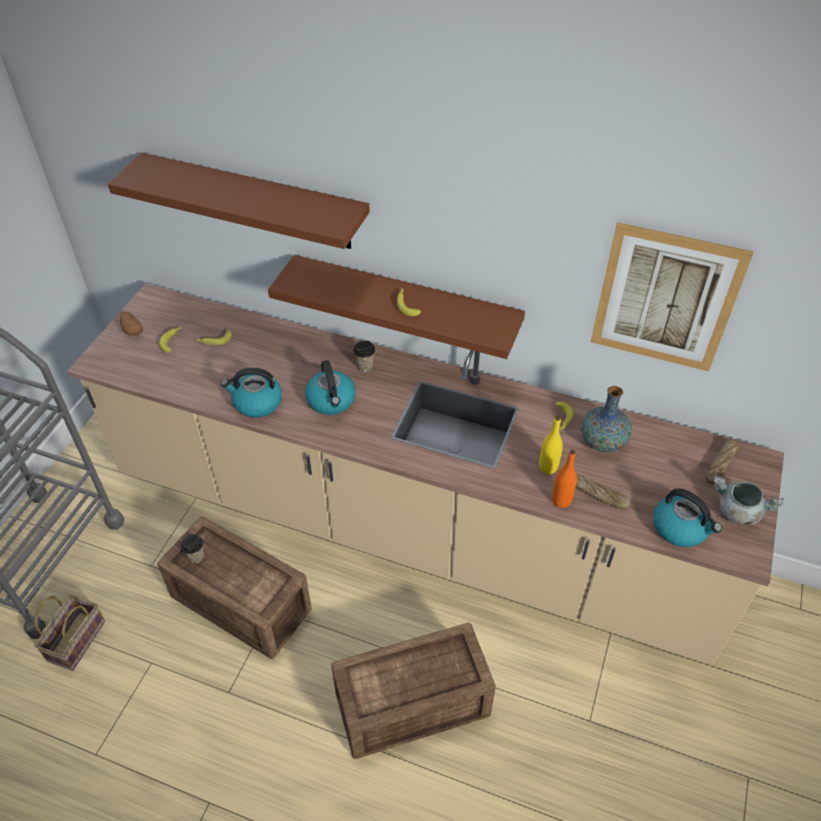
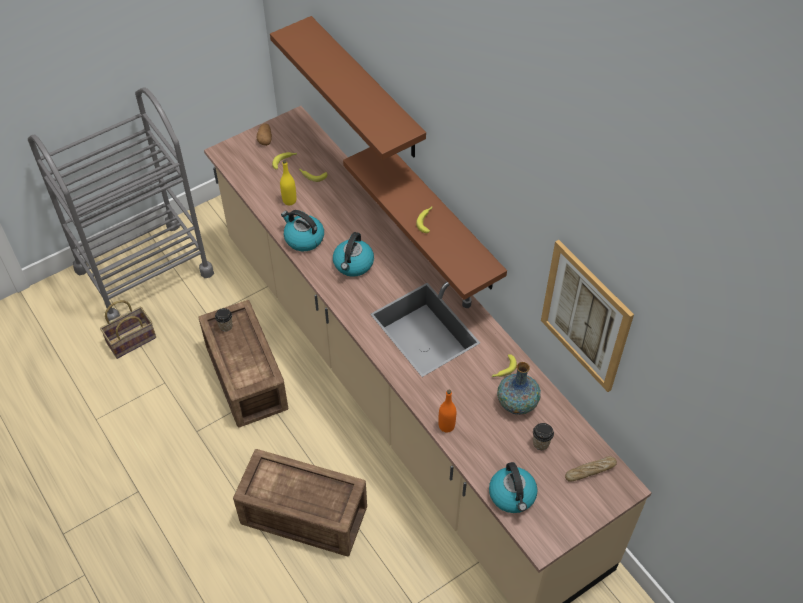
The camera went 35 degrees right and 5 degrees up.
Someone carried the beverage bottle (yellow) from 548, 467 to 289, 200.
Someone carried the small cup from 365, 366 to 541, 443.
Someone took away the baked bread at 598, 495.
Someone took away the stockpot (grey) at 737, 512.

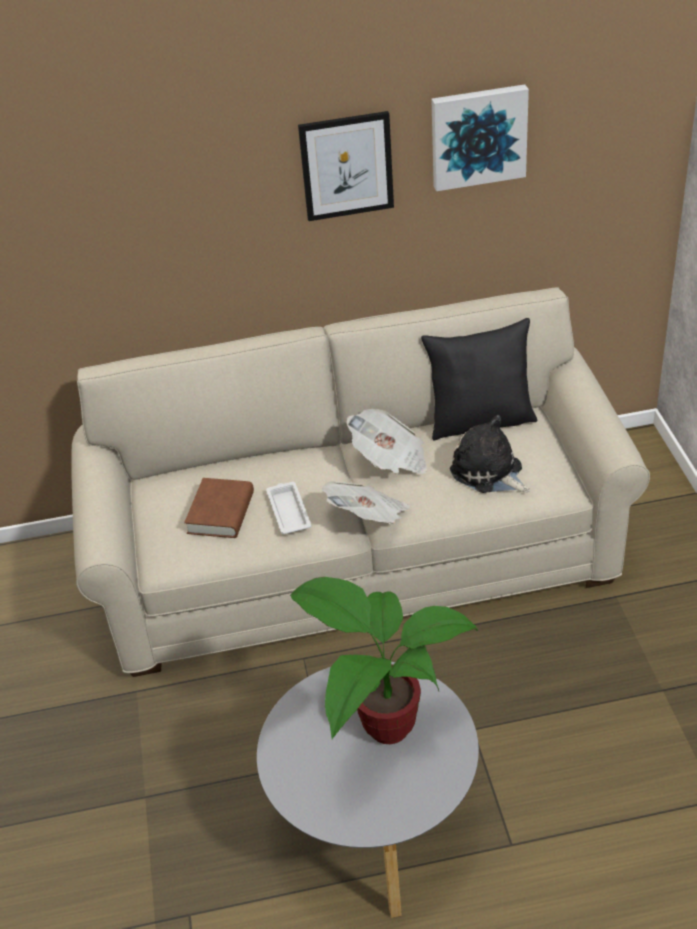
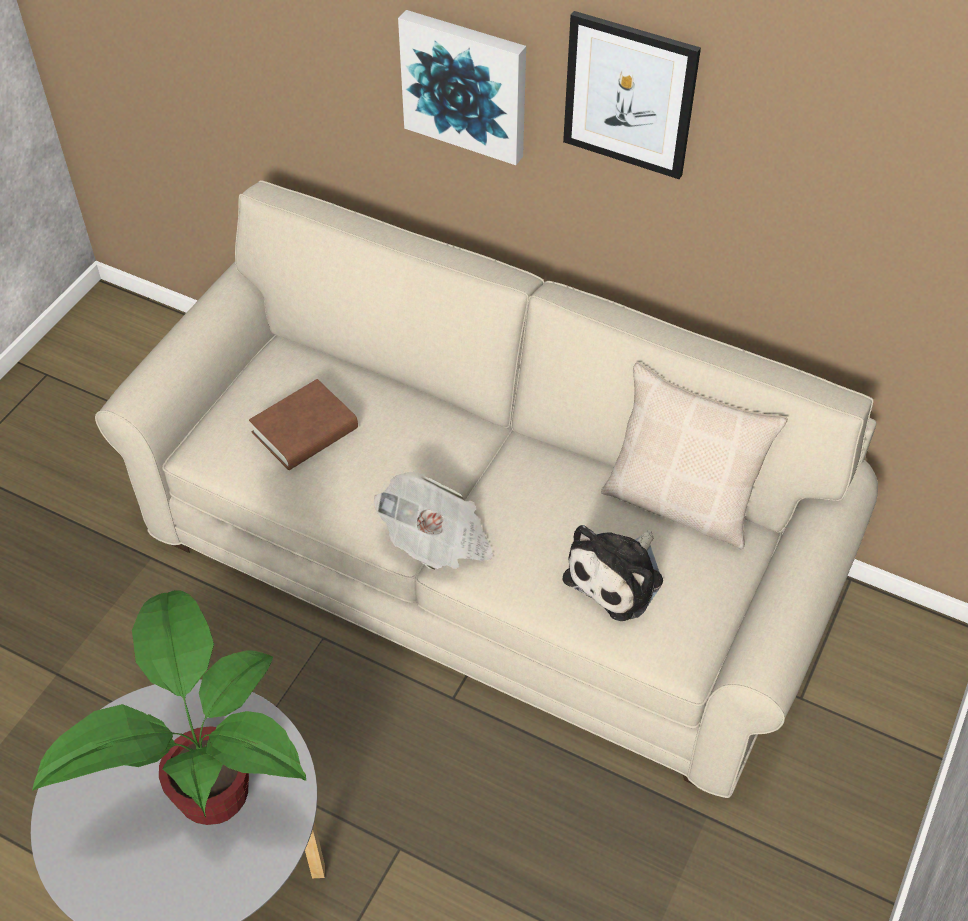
The camera went 35 degrees right and 10 degrees up.
Someone carried the wall picture from 478, 136 to 466, 84.
Someone rotated the plush toy at 489, 472 by 135 degrees counterclockwise.
Someone repainted the pillow (black-coloured) at 480, 420, which became the pillow (beige) at 680, 503.
Someone took away the serving tray (whitish) at 288, 511.
Someone took away the printed paper at 390, 459.

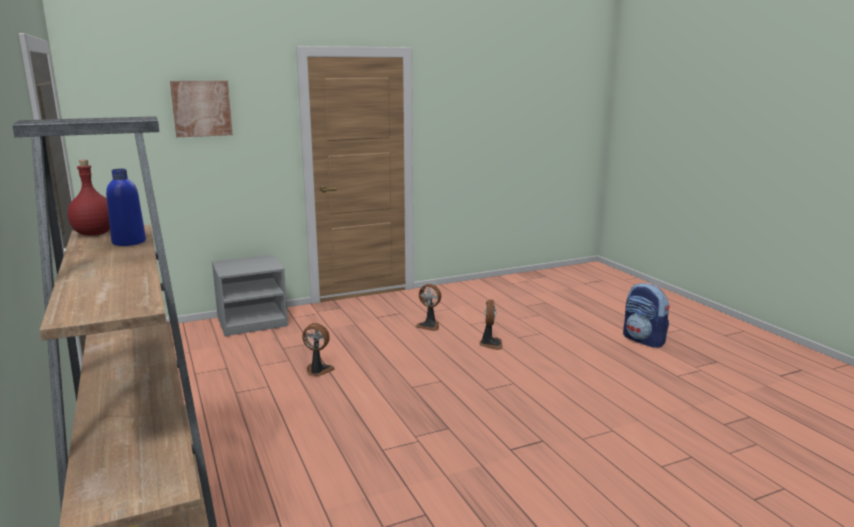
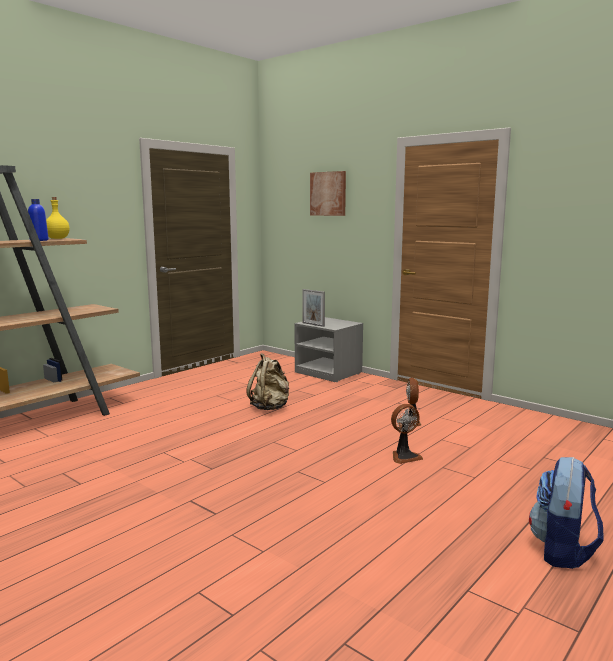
The camera went 65 degrees right and 5 degrees down.
Someone repainted the beverage bottle (red) at 95, 234, which became the beverage bottle (yellow) at 57, 238.
Someone swapped the cooling fan at 318, 371 for the knapsack (beige) at 270, 407.
Someone put down the photo frame at 313, 324.

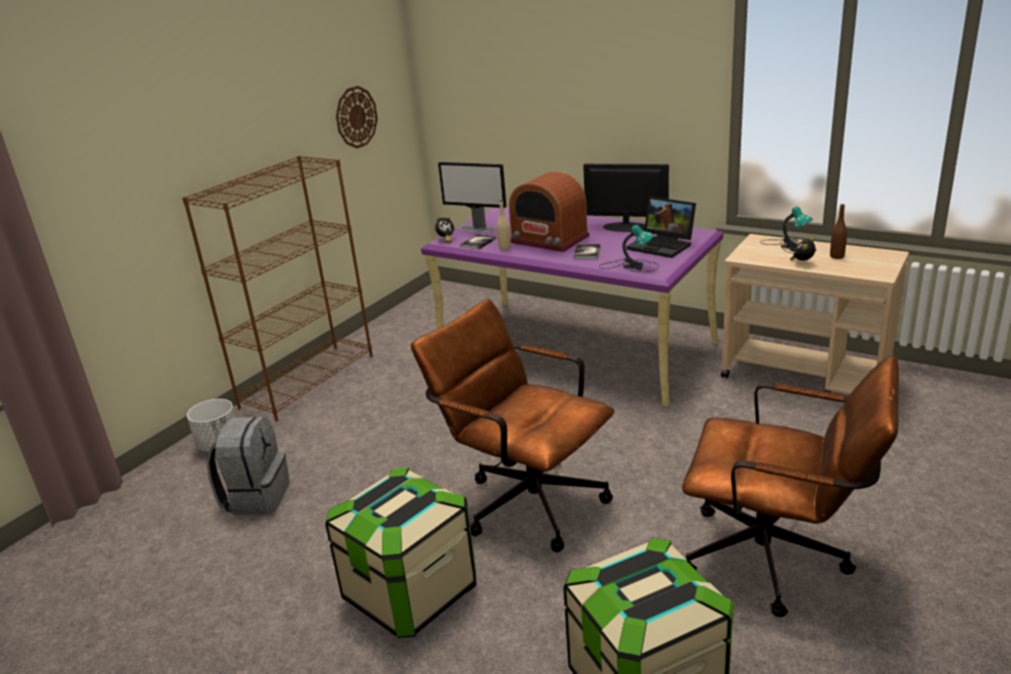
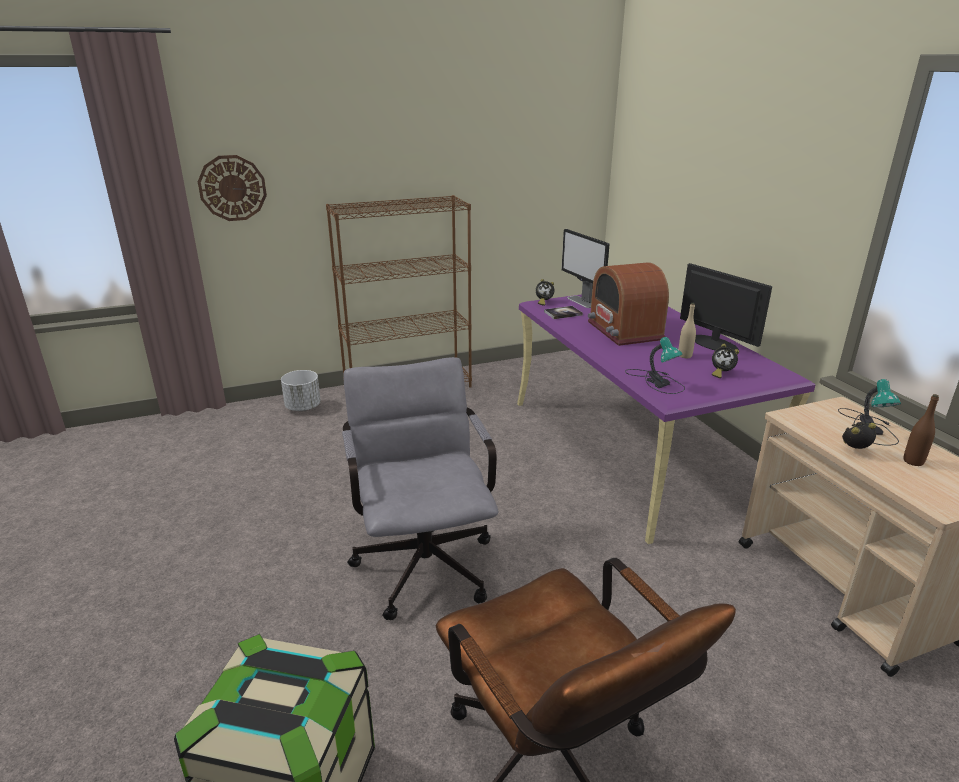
The camera went 35 degrees right and 0 degrees up.
Someone carried the clock on the wall from 356, 117 to 232, 188.
Someone repainted the computer chair (brownish) at 524, 499, which became the computer chair (grey) at 423, 559.
Someone carried the beverage bottle (beige) from 504, 248 to 684, 356.
Someone swapped the portable computer at 663, 245 for the bedside clock at 721, 373.
Someone took away the knapsack (grey) at 256, 497.
Someone took away the storage container at 410, 593.
Someone took away the bound book at 587, 252.

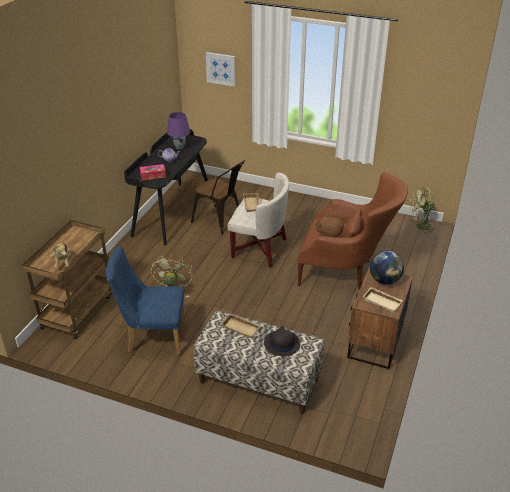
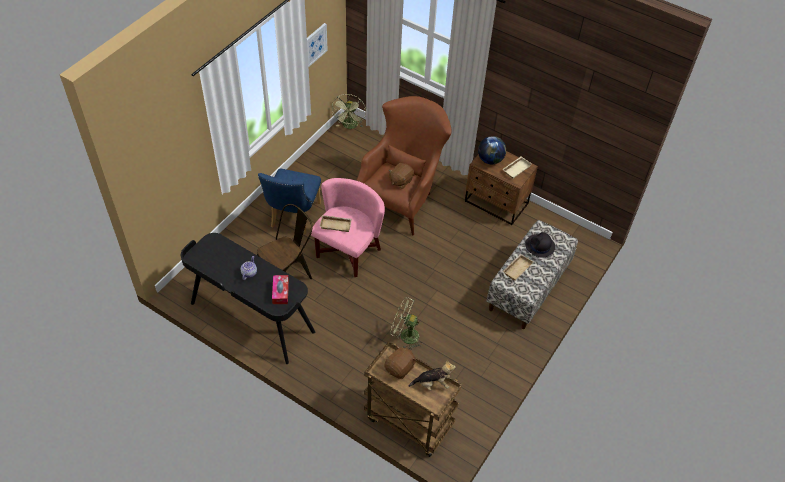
The camera went 80 degrees left and 15 degrees up.
Someone carried the plain chair (blue) from 152, 337 to 293, 218.
Someone carried the wall picture from 221, 69 to 315, 45.
Someone repainted the easy chair (whitish) at 259, 249, which became the easy chair (pink-coloured) at 348, 252.
Someone put down the plush toy (brownish) at 400, 368.
Someone took away the lamp for a table (purple) at 179, 147.

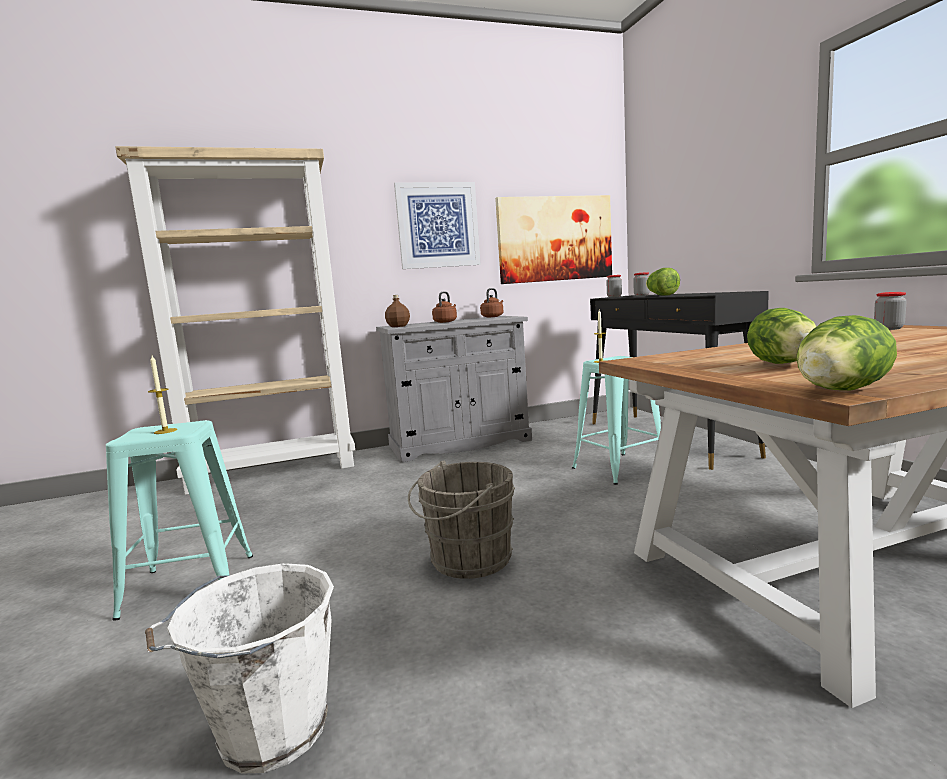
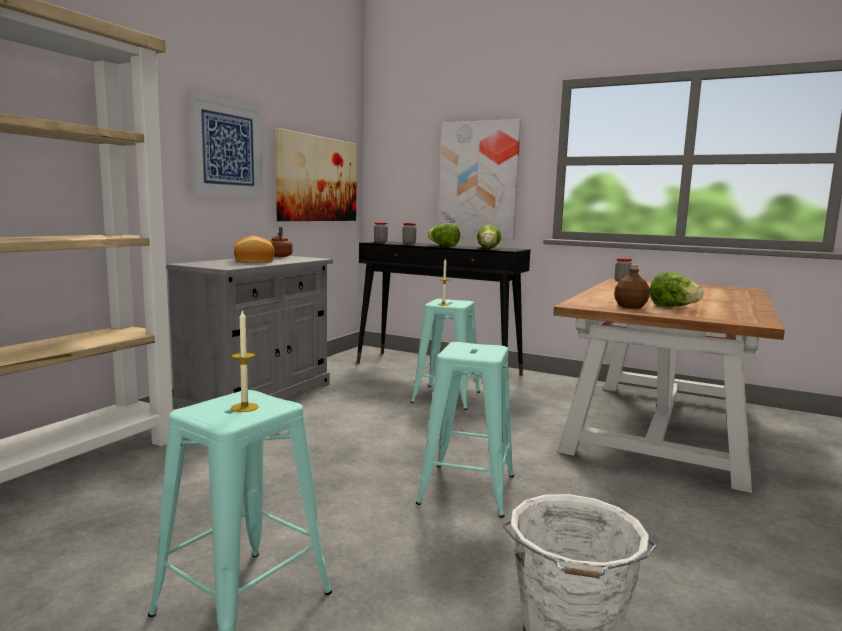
The camera went 45 degrees left and 0 degrees up.
Someone swapped the tea kettle (brownish) at 446, 322 for the baked bread at 253, 261.
Someone swapped the water bucket (grey) at 466, 560 for the stool seat (blue-green) at 467, 489.
Someone put up the wall picture at 478, 180.
Someone carried the head of lettuce from 839, 392 to 488, 248.
Someone carried the beverage bottle (brownish) from 398, 326 to 631, 307.

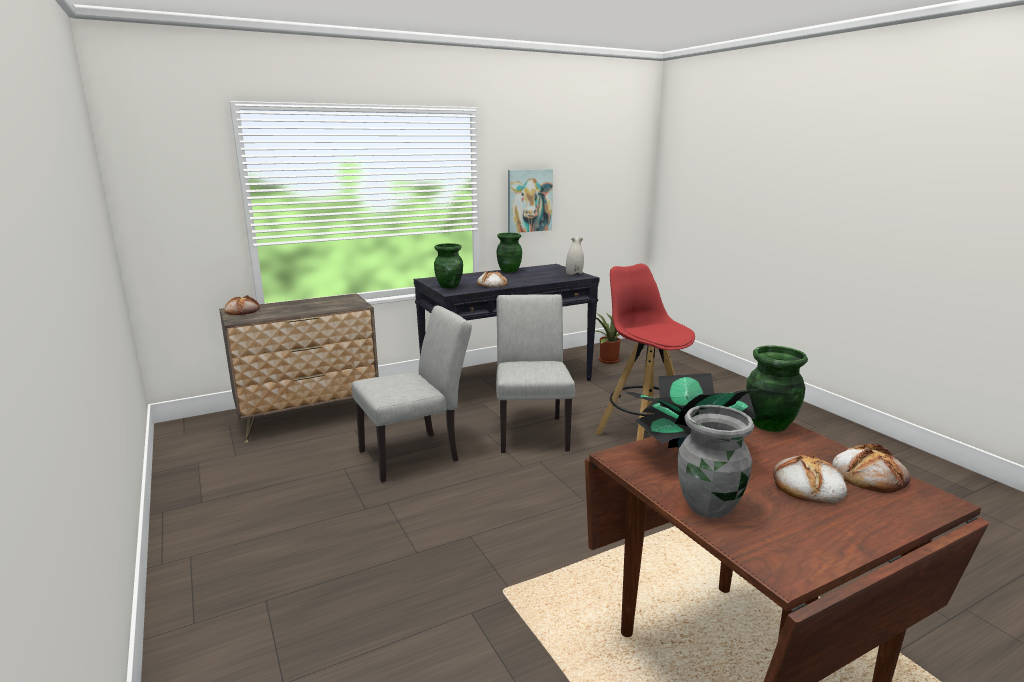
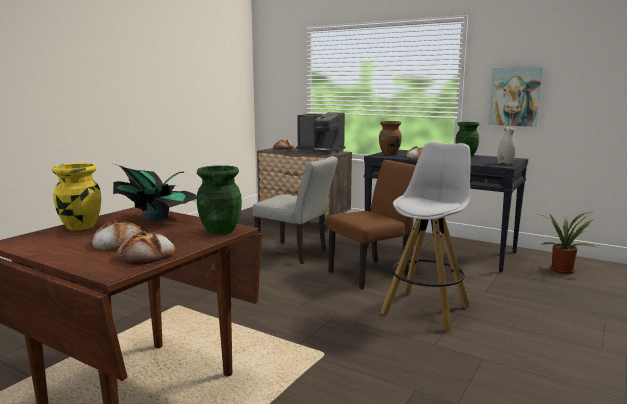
The camera went 60 degrees right and 5 degrees down.
Someone repainted the vase (grey) at 709, 507, which became the vase (yellow) at 80, 227.
Someone put down the coffee maker at 321, 151.
Someone repainted the plain chair (grey) at 532, 431, which became the plain chair (brownish) at 374, 273.
Someone repainted the vase (green-coloured) at 449, 286, which became the vase (brownish) at 389, 154.
Someone repainted the stool seat (red) at 642, 438, which became the stool seat (whitish) at 426, 310.

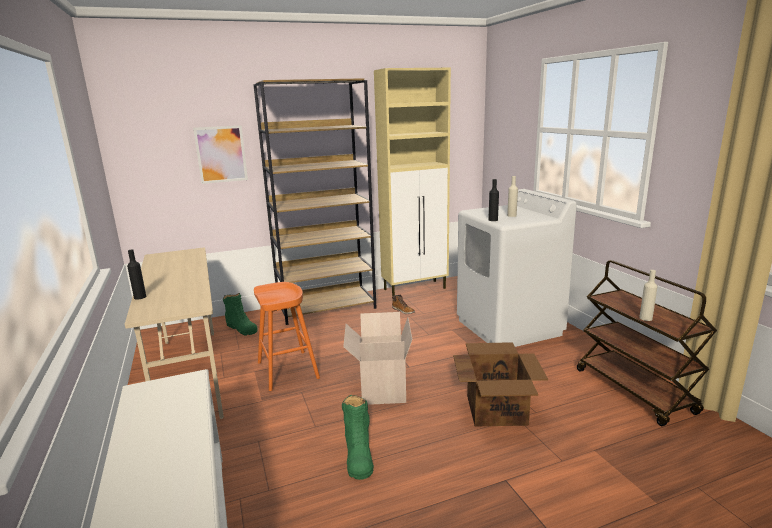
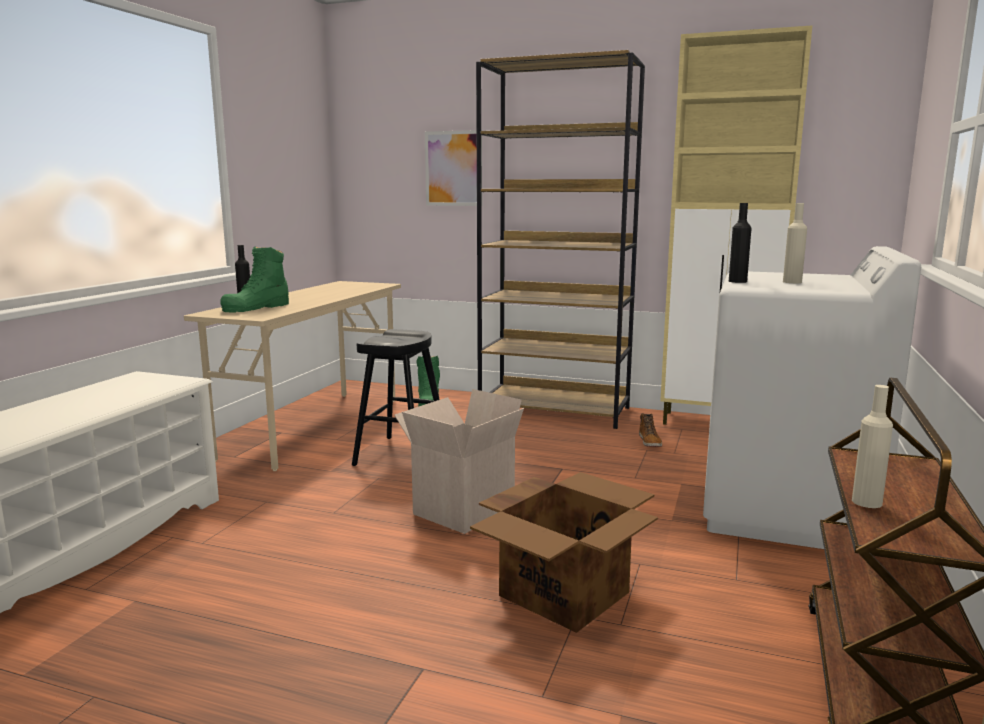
The camera went 40 degrees right and 5 degrees down.
Someone carried the high-top boot (green-coloured) from 358, 455 to 257, 308.
Someone repainted the stool seat (orange) at 287, 370, which became the stool seat (black-coloured) at 402, 454.

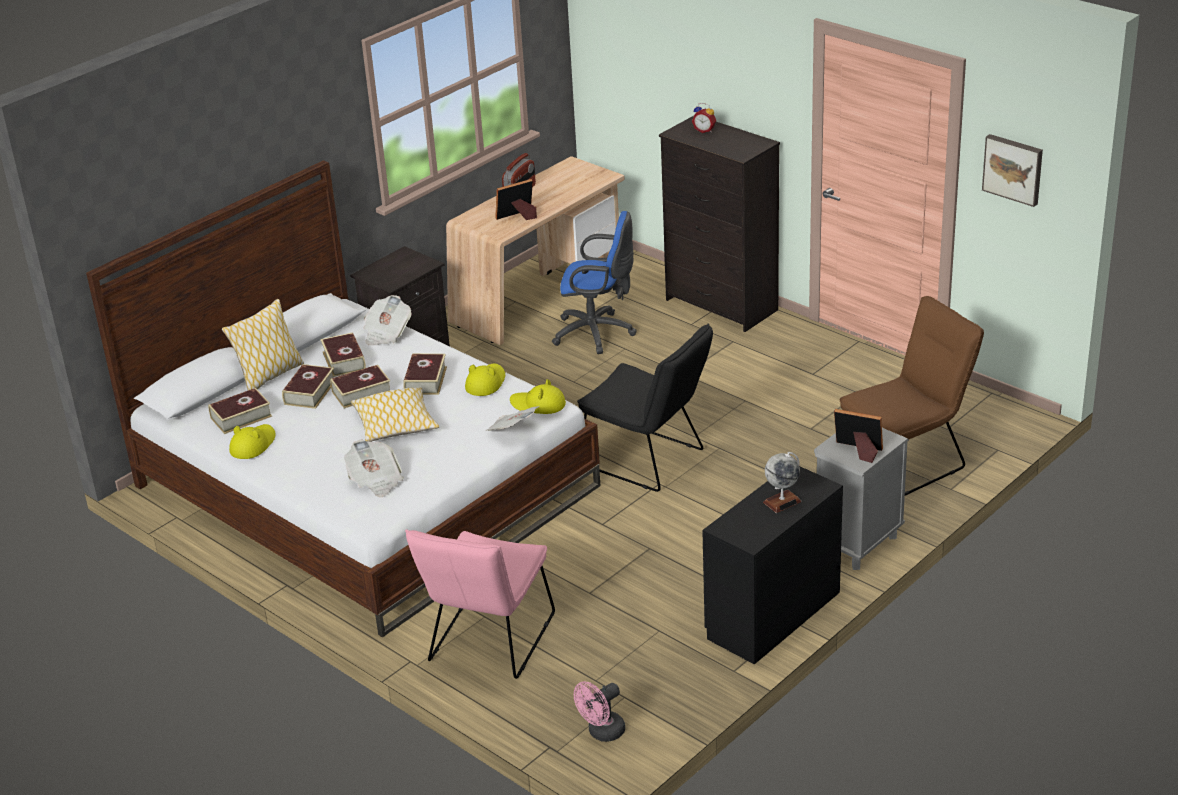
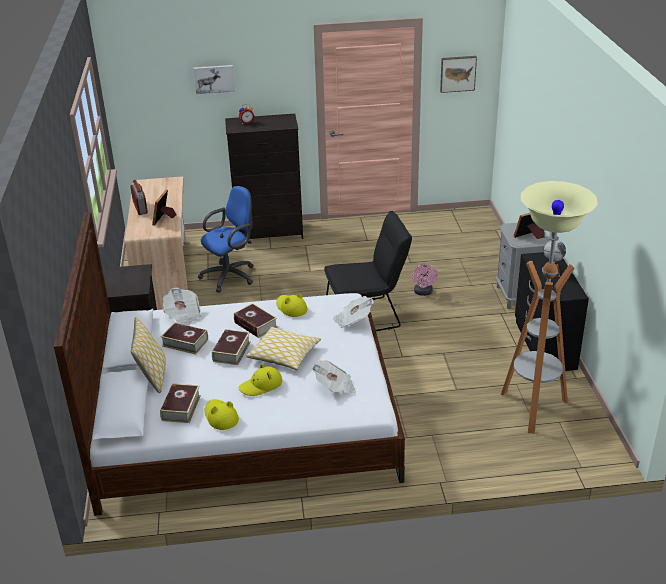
The camera went 50 degrees left and 0 degrees up.
Someone put up the wall picture at 214, 79.
Someone carried the wearable hat (yellow) from 538, 404 to 261, 385.
Someone carried the cooling fan (pink-coloured) from 602, 733 to 423, 293.
Someone put down the standard lamp at 533, 408.
Someone took away the bound book at 309, 392.
Someone took away the plain chair (pink-coloured) at 488, 643.
Someone took away the plain chair (brownish) at 907, 461.

